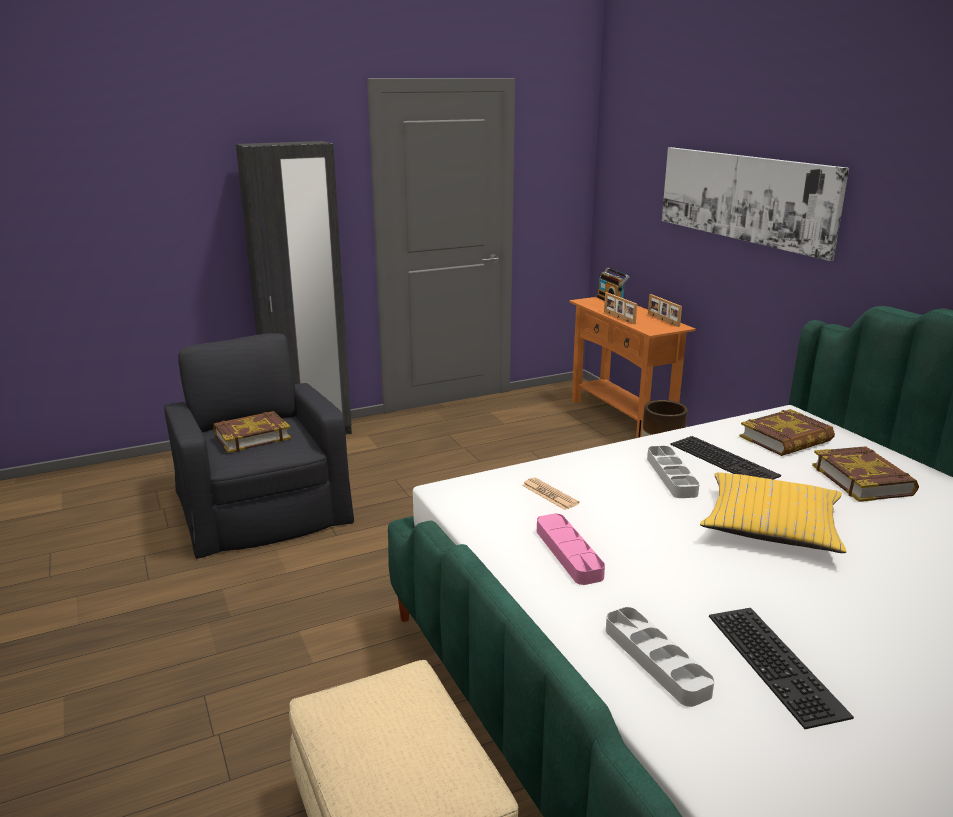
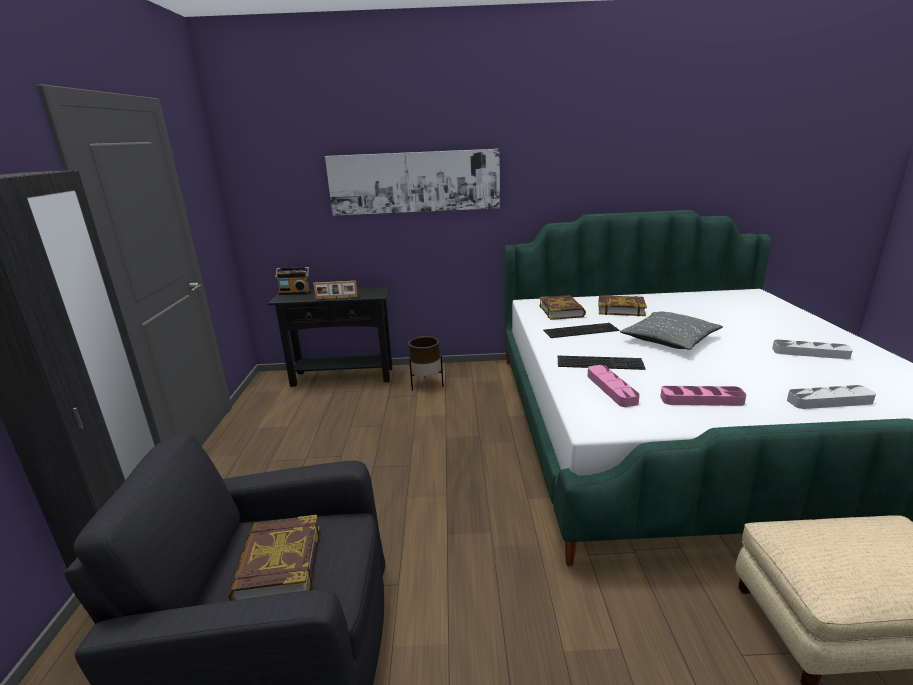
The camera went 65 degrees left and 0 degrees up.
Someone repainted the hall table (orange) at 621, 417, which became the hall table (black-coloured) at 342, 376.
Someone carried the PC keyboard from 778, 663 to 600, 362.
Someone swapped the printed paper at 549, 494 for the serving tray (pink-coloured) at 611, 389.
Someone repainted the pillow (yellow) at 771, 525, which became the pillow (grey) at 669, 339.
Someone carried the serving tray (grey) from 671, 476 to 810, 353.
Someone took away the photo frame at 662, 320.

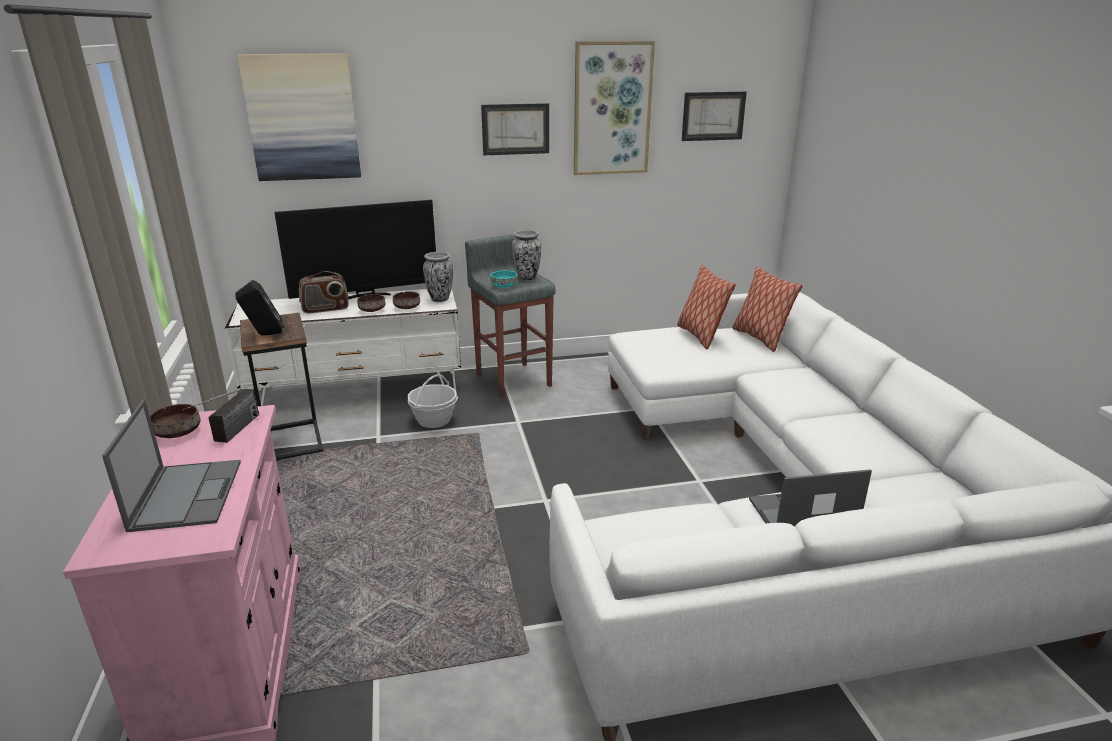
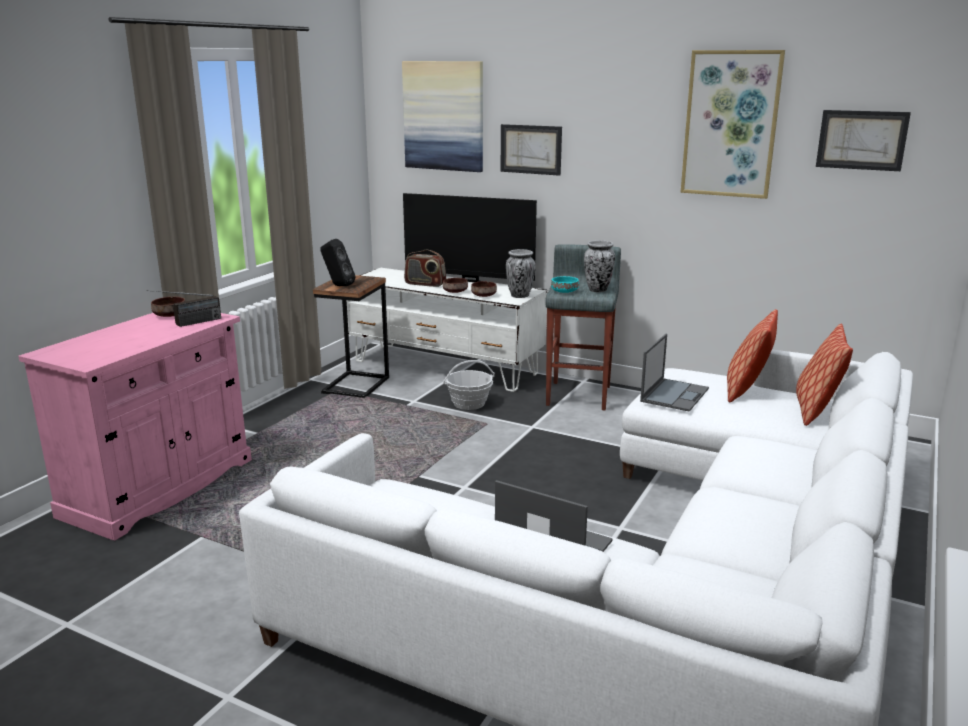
The camera went 40 degrees right and 5 degrees down.
Someone carried the wall picture from 515, 129 to 531, 149.
Someone carried the portable computer from 187, 494 to 674, 394.

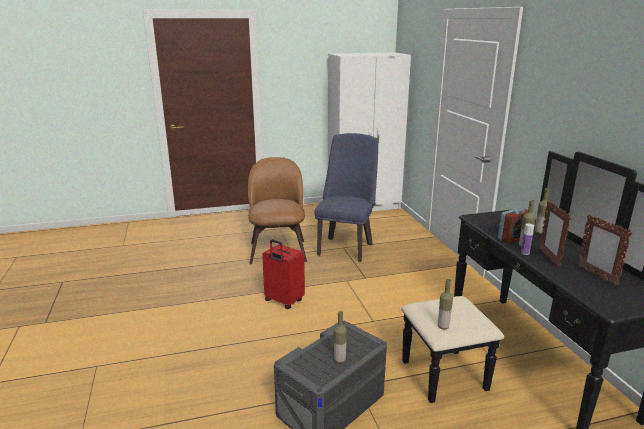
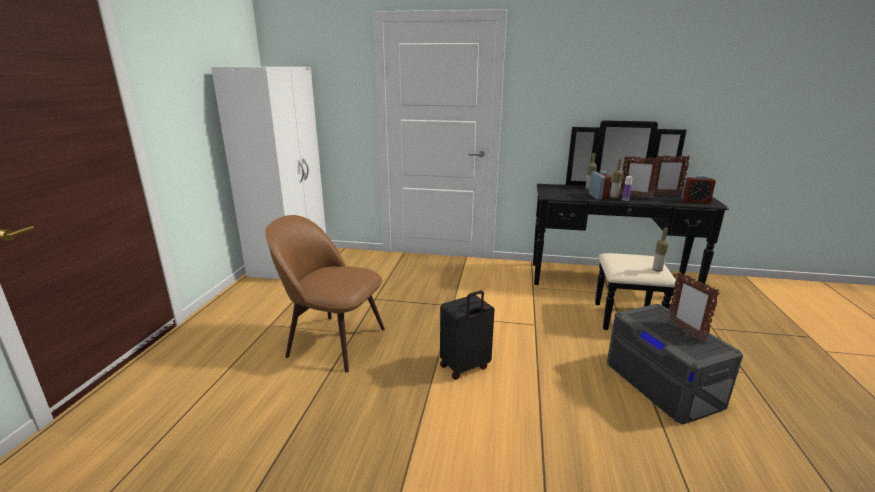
The camera went 65 degrees left and 0 degrees up.
Someone repainted the travel case (red) at 283, 301, which became the travel case (black-coloured) at 465, 367.
Someone swapped the beverage bottle at 339, 360 for the photo frame at 685, 331.
Someone put down the bedside clock at 695, 201.
Someone took away the plain chair (blue) at 346, 247.

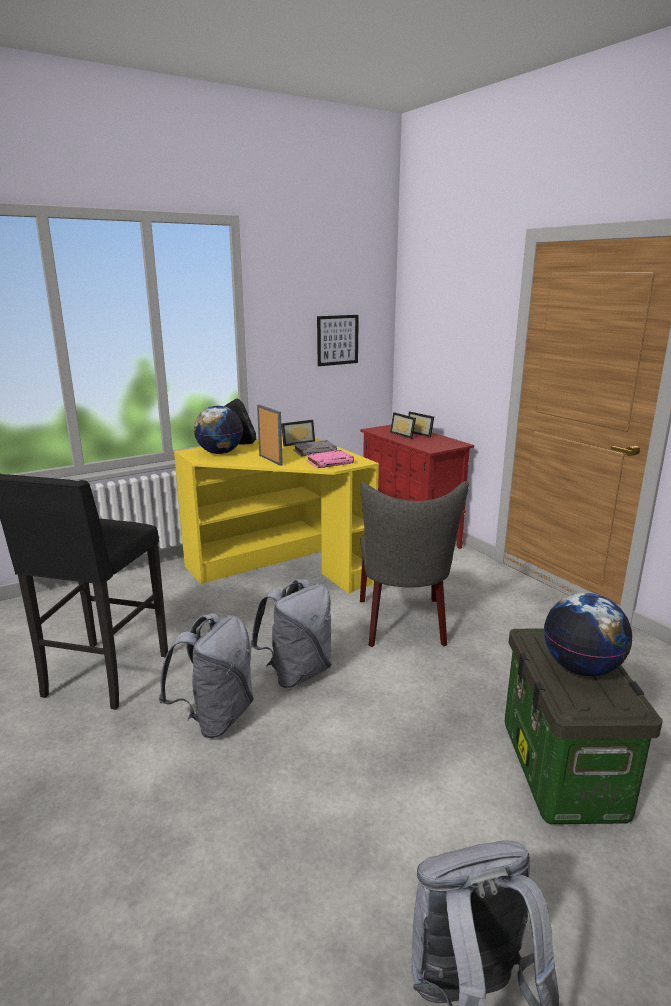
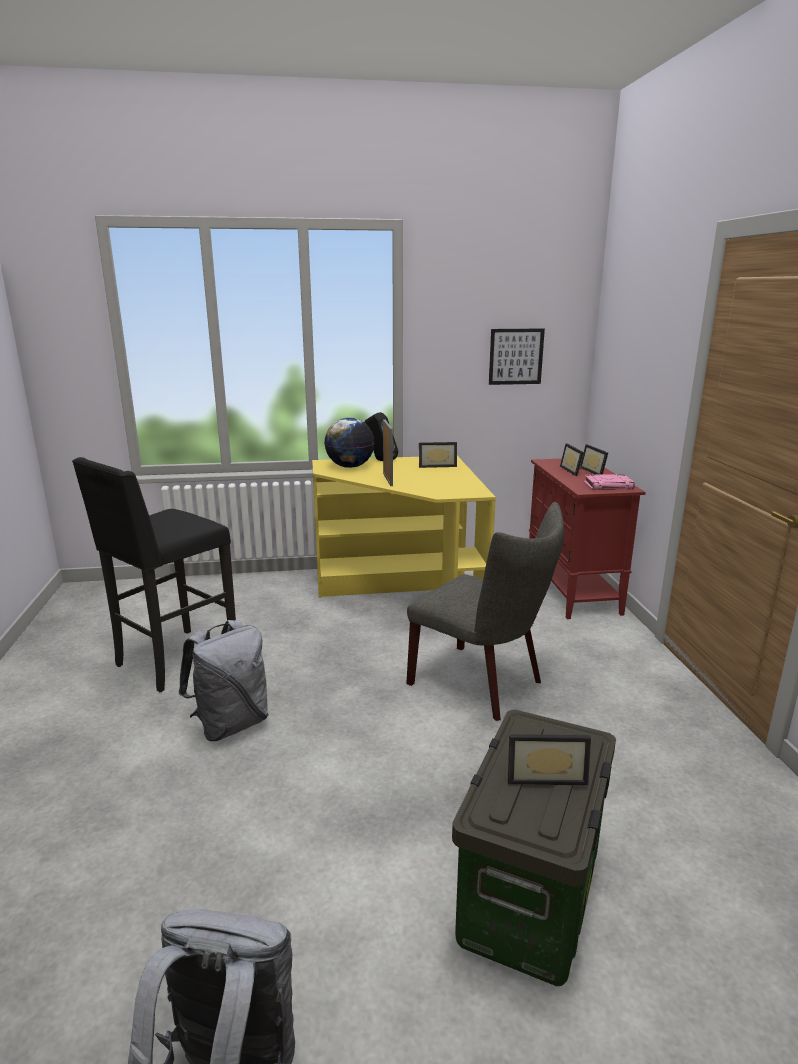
The camera went 25 degrees right and 0 degrees up.
Someone rotated the plain chair (grey) at 403, 625 by 75 degrees counterclockwise.
Someone swapped the globe at 581, 668 for the photo frame at 545, 775.
Someone carried the bound book (pink-coloured) from 330, 462 to 608, 485.
Someone took away the knapsack (grey) at 297, 673.
Someone took away the bound book (grey) at 315, 451.

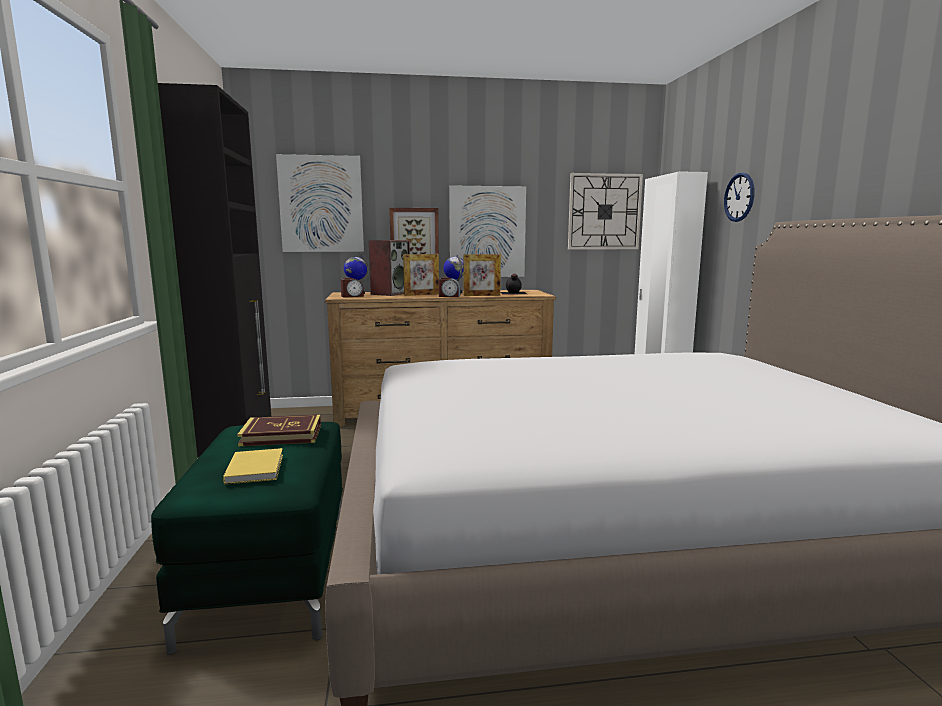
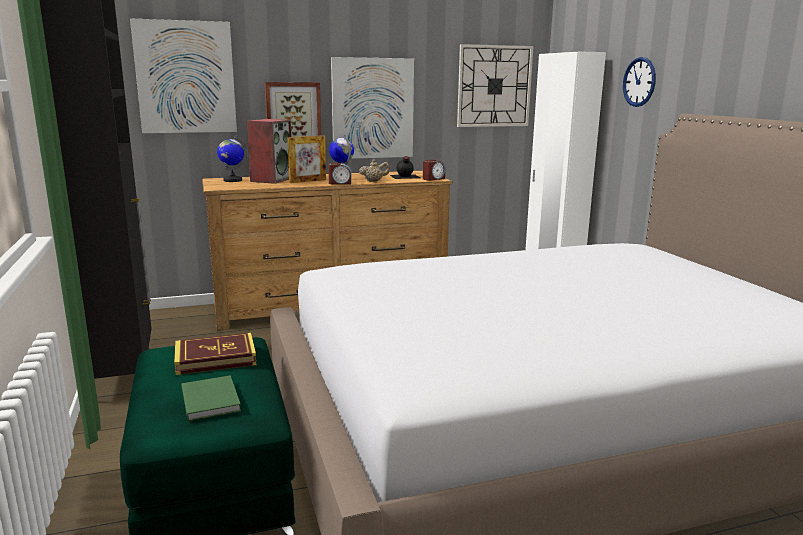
The camera went 10 degrees left and 5 degrees up.
Someone repainted the bound book (yellow) at 256, 468, which became the bound book (green-coloured) at 211, 399.
Someone swapped the photo frame at 481, 295 for the tea pot (beige) at 374, 181.
Someone carried the bedside clock from 352, 296 to 433, 179.

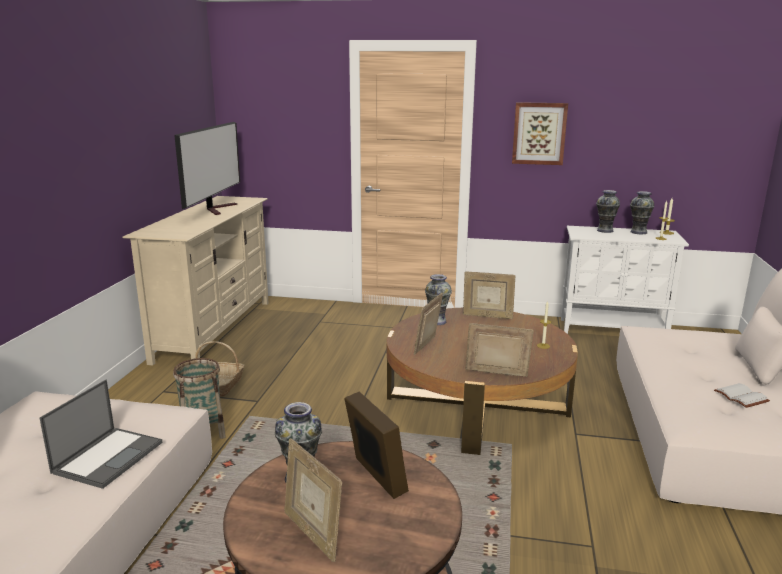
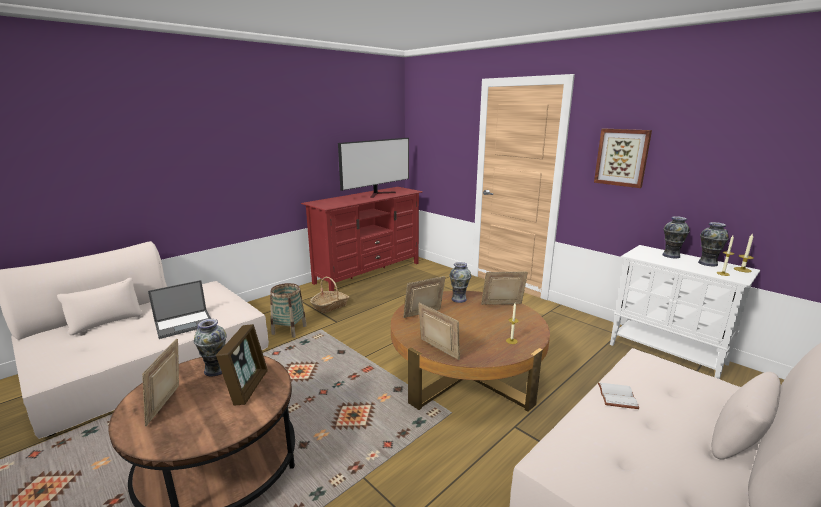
The camera went 35 degrees right and 0 degrees up.
Someone repainted the tv unit (beige) at 214, 330, which became the tv unit (red) at 368, 272.
Someone rotated the photo frame at 487, 316 by 120 degrees clockwise.
Someone carried the bound book (whitish) from 739, 397 to 616, 396.

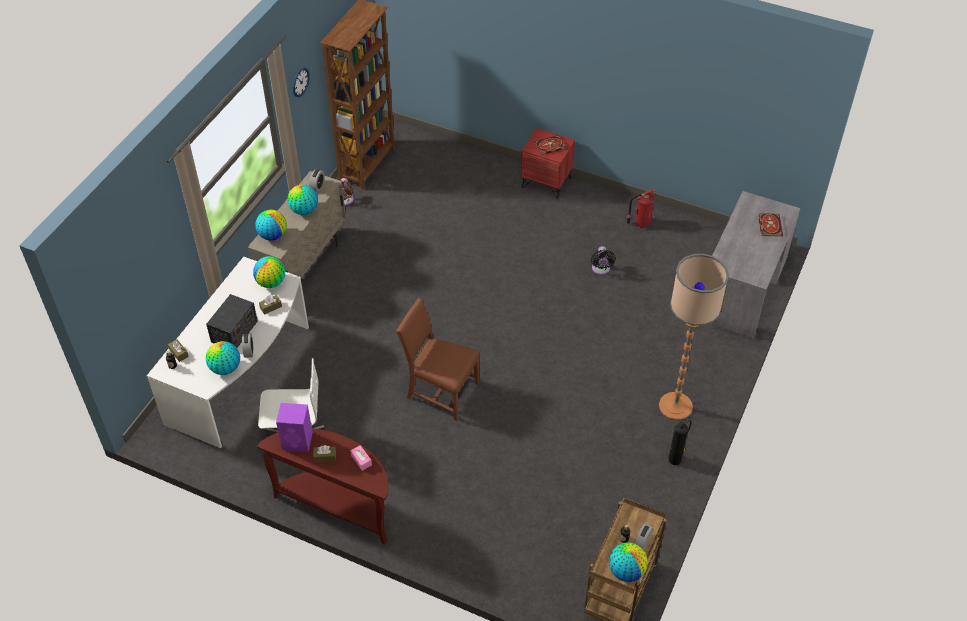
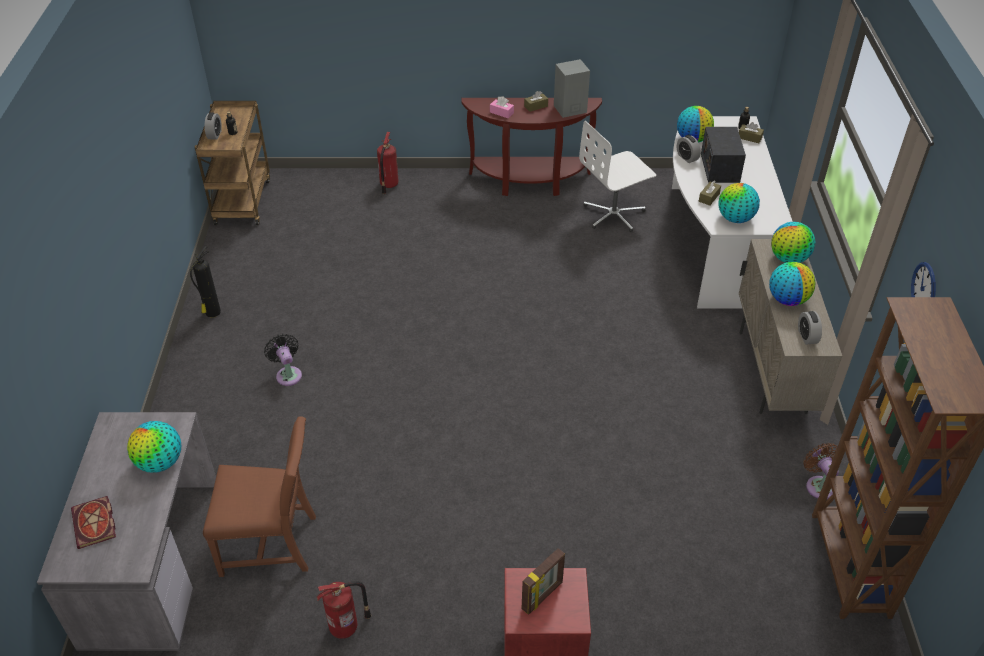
The camera went 155 degrees right and 5 degrees down.
Someone carried the globe from 626, 571 to 160, 463.
Someone carried the plain chair (brownish) from 440, 391 to 272, 543.
Someone carried the cooling fan (black-coloured) from 601, 269 to 288, 374.
Someone put down the fire-fighting cylinder at 388, 185.
Someone swapped the bound book at 549, 146 for the photo frame at 542, 596.
Someone repainted the audio speaker (purple) at 298, 441, which became the audio speaker (grey) at 569, 109.
Someone took away the standard lamp at 675, 406.

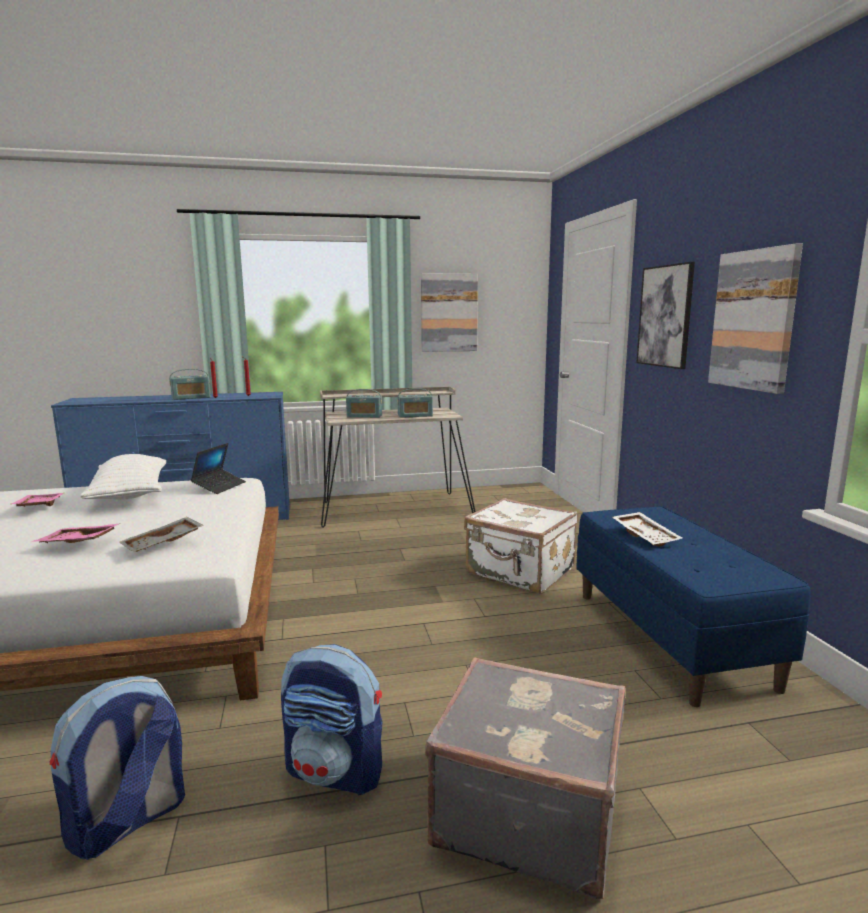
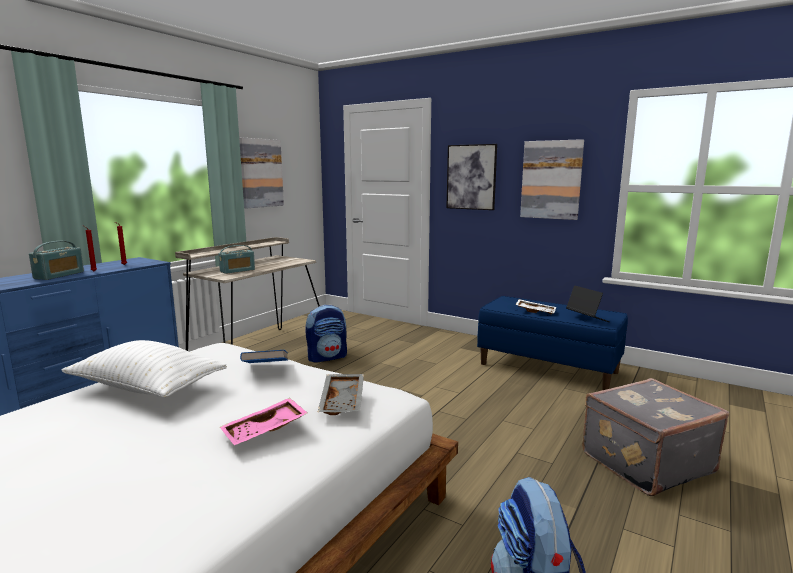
The camera went 45 degrees left and 0 degrees up.
Someone put down the bound book (blue) at 266, 370.
Someone carried the knapsack from 336, 771 to 327, 357.
Someone carried the portable computer from 219, 486 to 587, 318.
Someone took away the serving tray (pink-coloured) at 38, 506.
Someone took away the radio receiver at 415, 416.
Someone took away the travel case (whitish) at 520, 572.

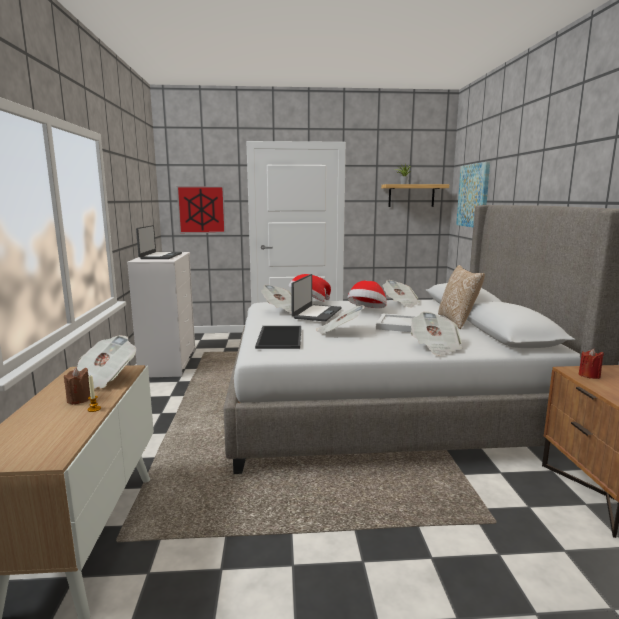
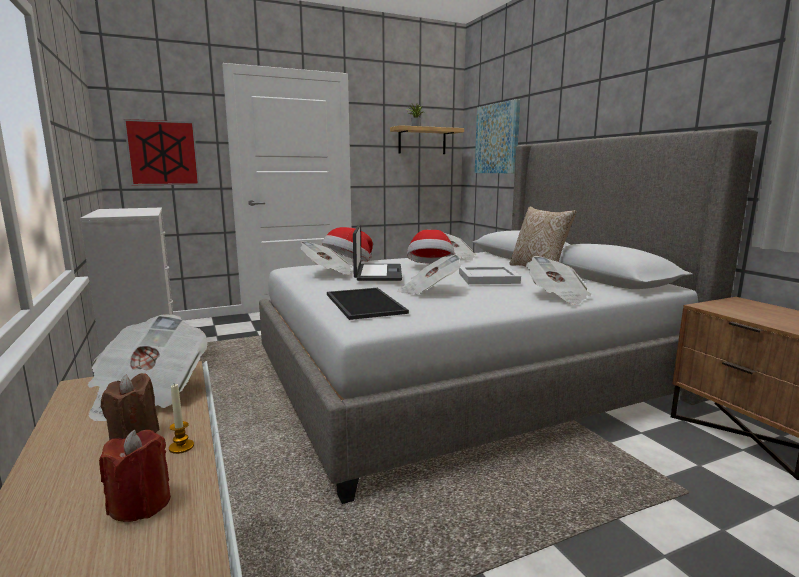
The camera went 20 degrees left and 0 degrees up.
Someone carried the wax candle (red) from 589, 375 to 141, 504.
Someone took away the portable computer at 160, 256.

